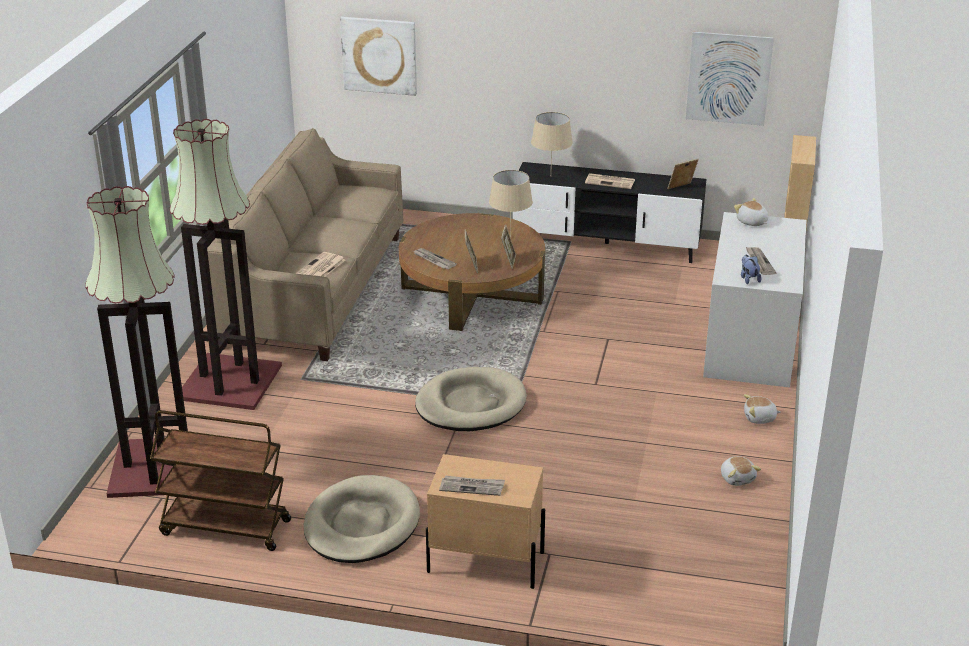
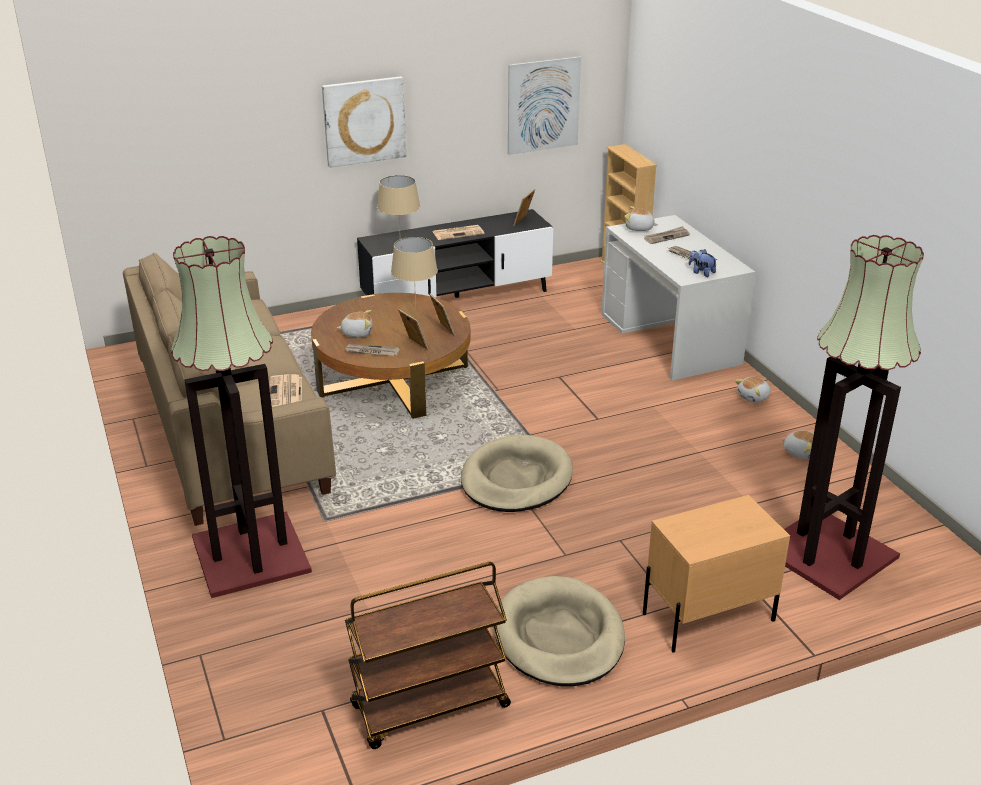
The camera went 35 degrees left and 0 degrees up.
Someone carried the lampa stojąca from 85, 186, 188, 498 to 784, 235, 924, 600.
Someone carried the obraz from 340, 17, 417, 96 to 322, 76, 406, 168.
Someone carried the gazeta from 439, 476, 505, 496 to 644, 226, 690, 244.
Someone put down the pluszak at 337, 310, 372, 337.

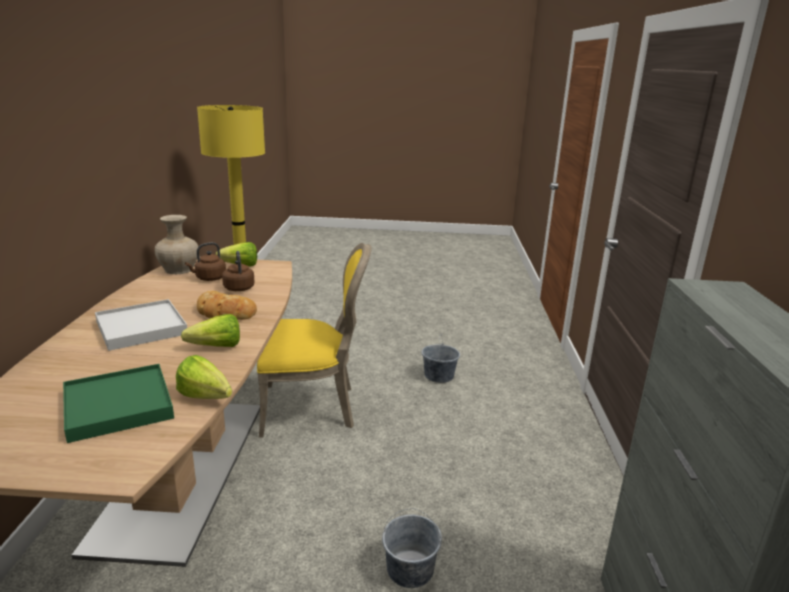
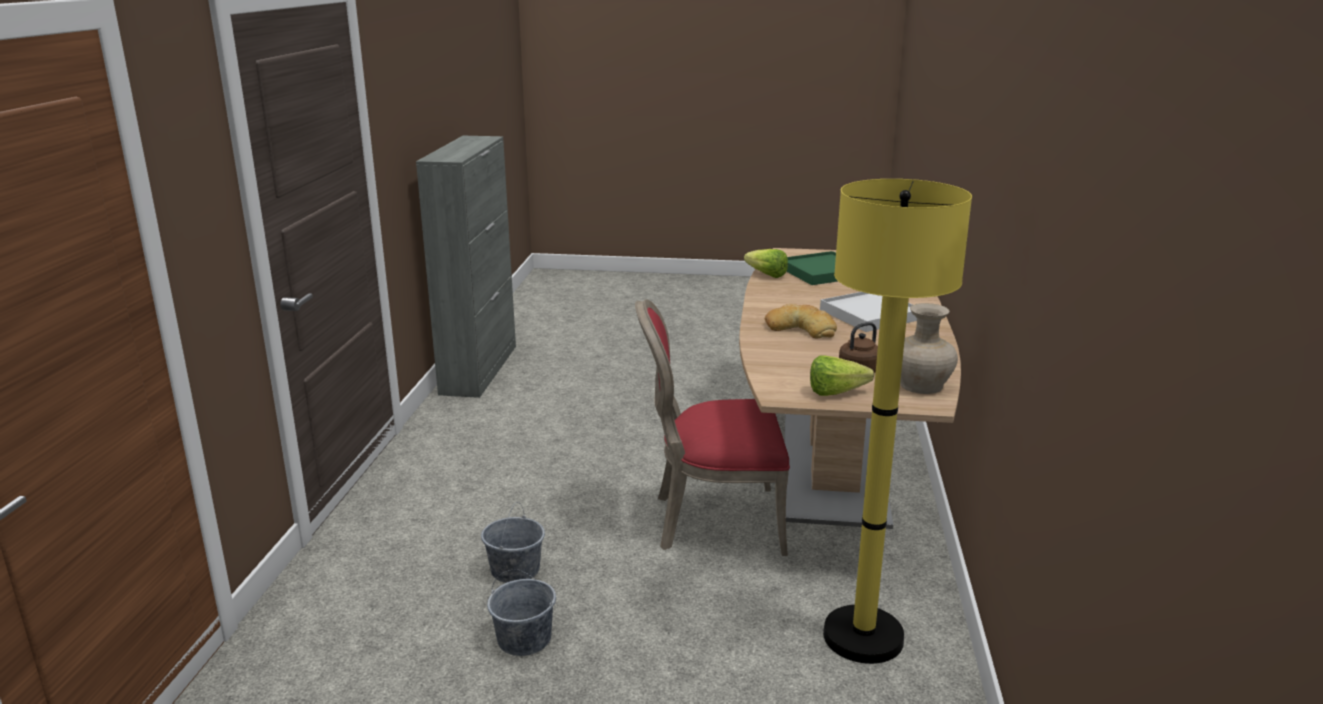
The camera went 175 degrees left and 0 degrees up.
Someone took away the sałata at 181, 314, 240, 347.
Someone took away the czajnik/brązowy at 222, 251, 255, 291.
Someone repainted the krzesło/żółty at 257, 243, 372, 438, which became the krzesło/czerwony at 635, 299, 790, 556.
Someone carried the wiadro/szary from 382, 508, 442, 588 to 487, 569, 556, 656.

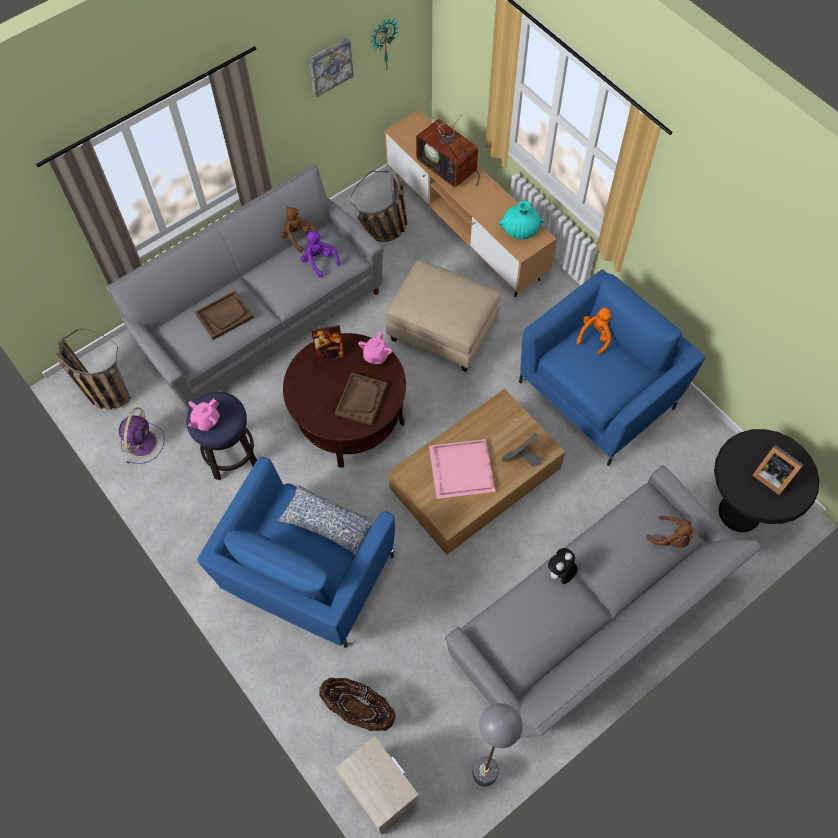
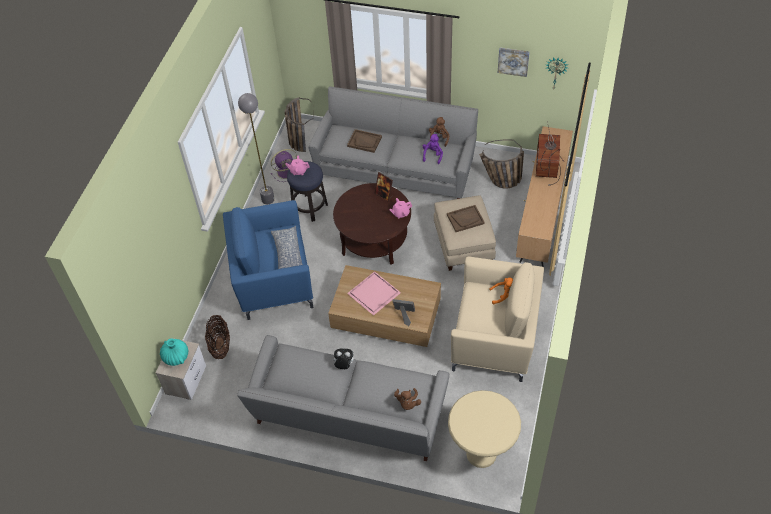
The camera went 55 degrees right and 10 degrees down.
Someone carried the taca/brązowy from 335, 373, 387, 425 to 447, 205, 485, 232.
Someone carried the lampa stojąca/szary from 473, 703, 523, 787 to 238, 93, 275, 204.
Someone carried the wazon/turkusowy from 499, 201, 544, 239 to 160, 338, 188, 366.
Someone repainted the fotel/niebieski at 519, 270, 705, 466, which became the fotel/beżowy at 451, 256, 544, 382.
Someone repainted the stolik/czarny at 714, 429, 819, 532, which became the stolik/beżowy at 448, 390, 521, 468.
Someone took away the ramka na zdjęcie at 752, 445, 803, 495.

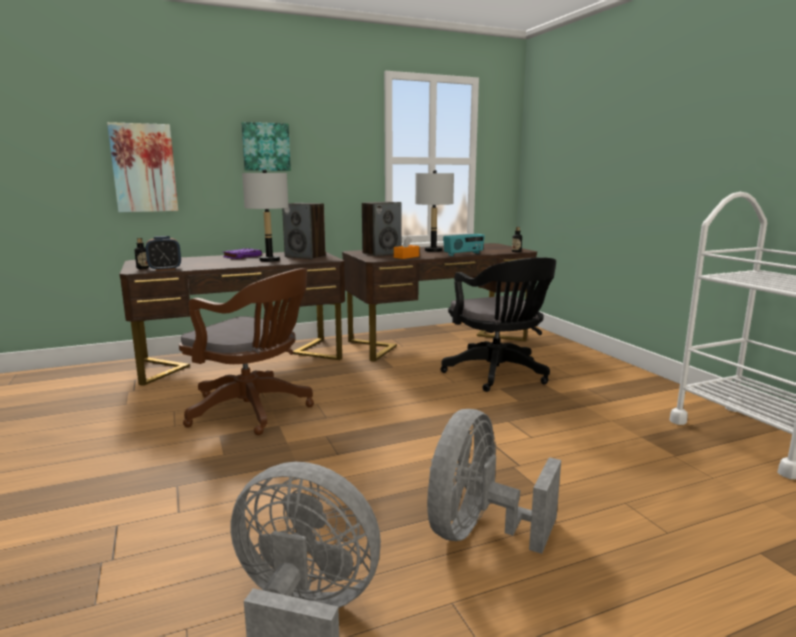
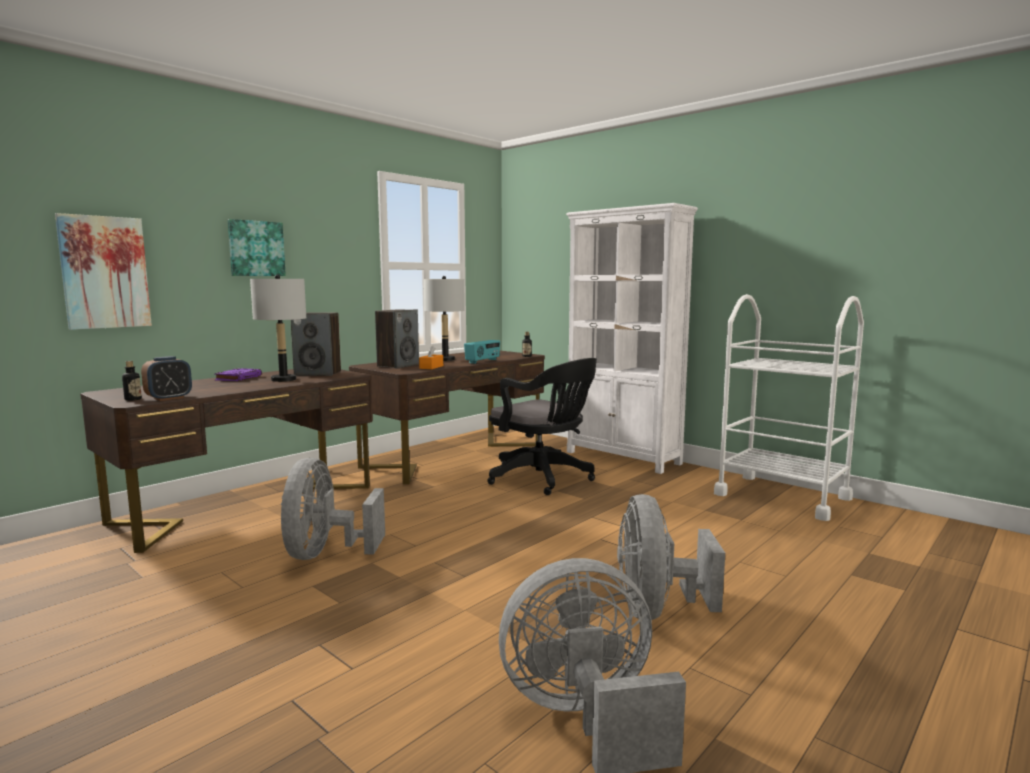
The camera went 25 degrees left and 5 degrees down.
Someone swapped the krzesło biurowe/brązowy at 179, 268, 314, 435 for the wentylator/szary at 281, 458, 385, 560.
Someone put down the regał/biały at 566, 203, 698, 474.

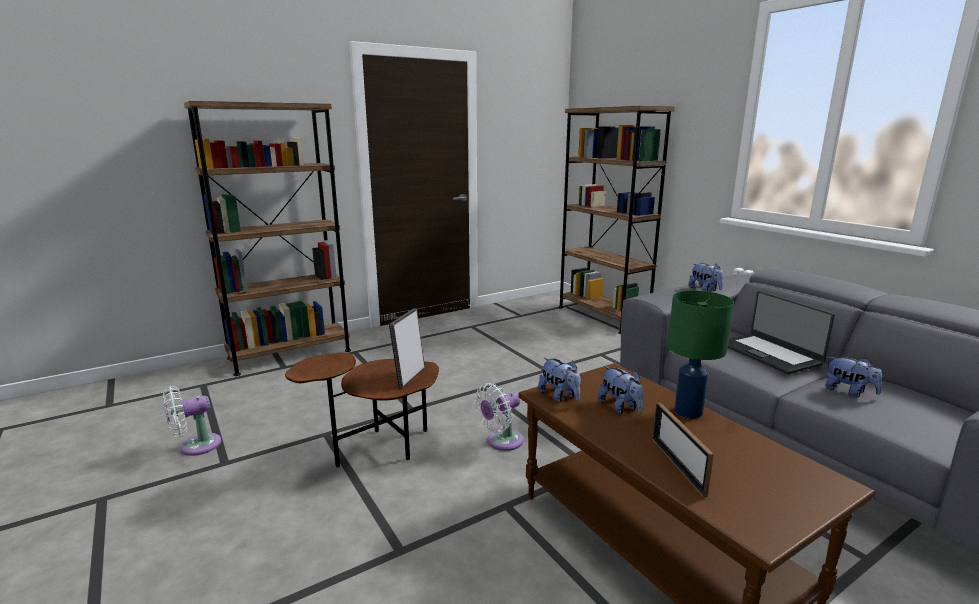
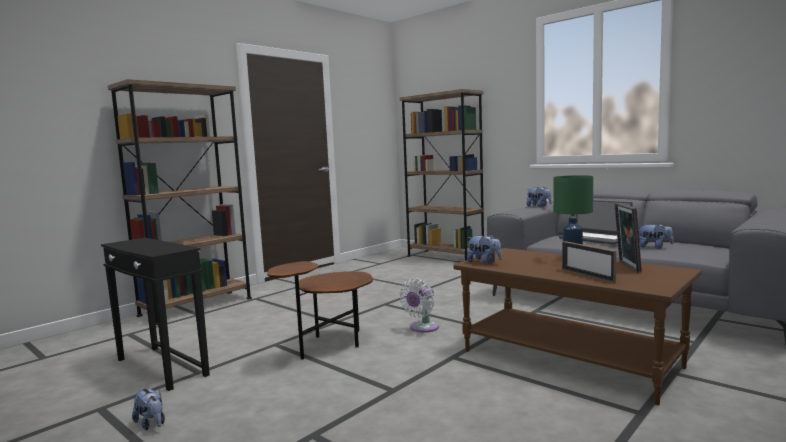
The camera went 15 degrees left and 10 degrees down.
Someone swapped the wentylator/biały at 163, 386, 221, 456 for the stolik/czarny at 101, 238, 210, 391.
Someone carried the ramka na zdjęcie from 389, 308, 425, 388 to 615, 203, 642, 273.
Someone carried the pluszak from 598, 366, 644, 414 to 132, 388, 165, 430.

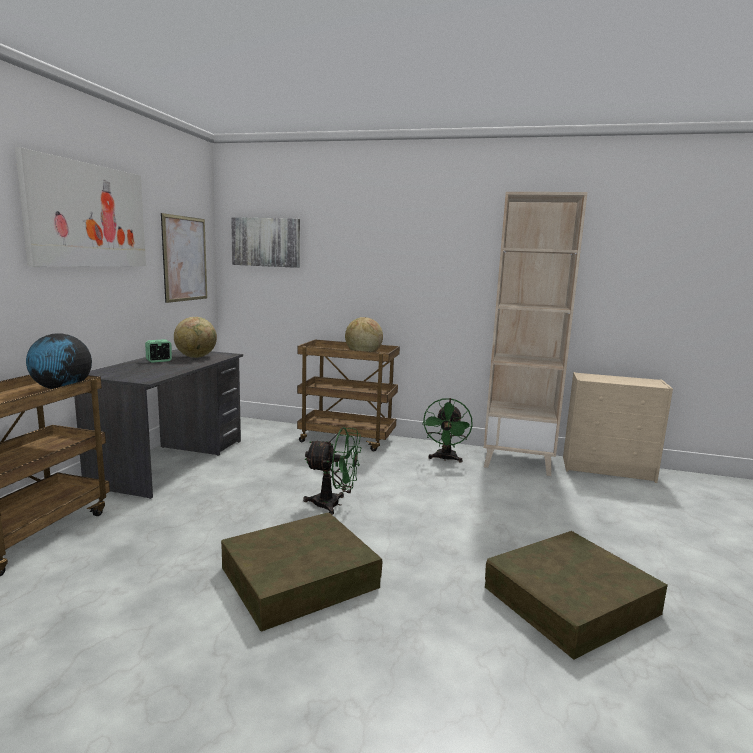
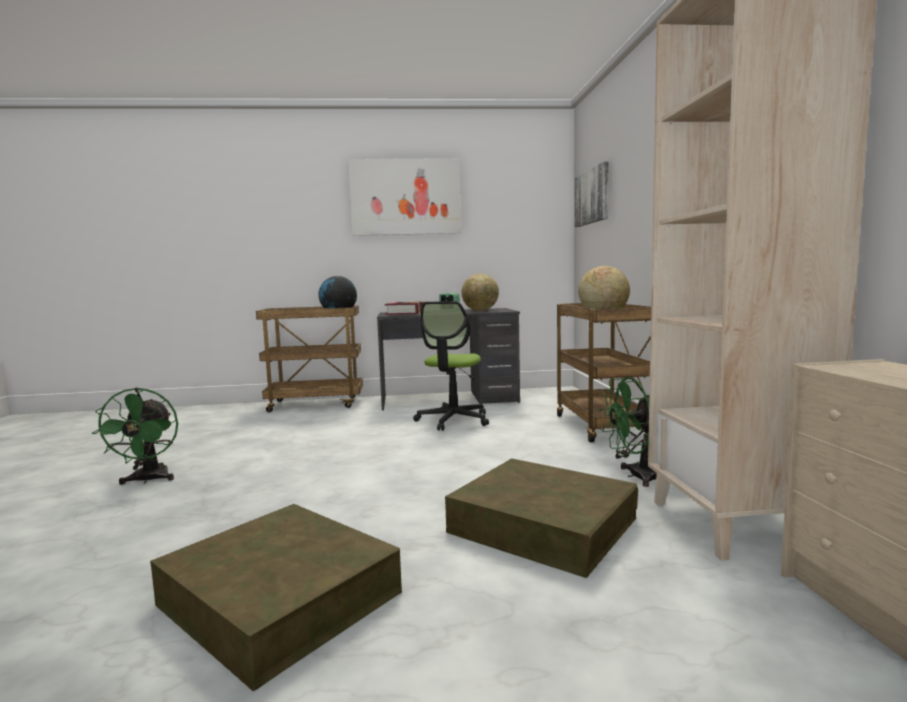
The camera went 70 degrees right and 5 degrees down.
Someone took away the obraz at 161, 213, 207, 303.
Someone carried the pojemnik do przechowywania/brązowy from 221, 512, 382, 632 to 445, 458, 638, 578.
Someone carried the wentylator/zielony from 303, 427, 361, 515 to 92, 388, 178, 485.
Someone put down the książka at 385, 301, 424, 315.
Someone put down the krzesło biurowe at 413, 301, 489, 431.

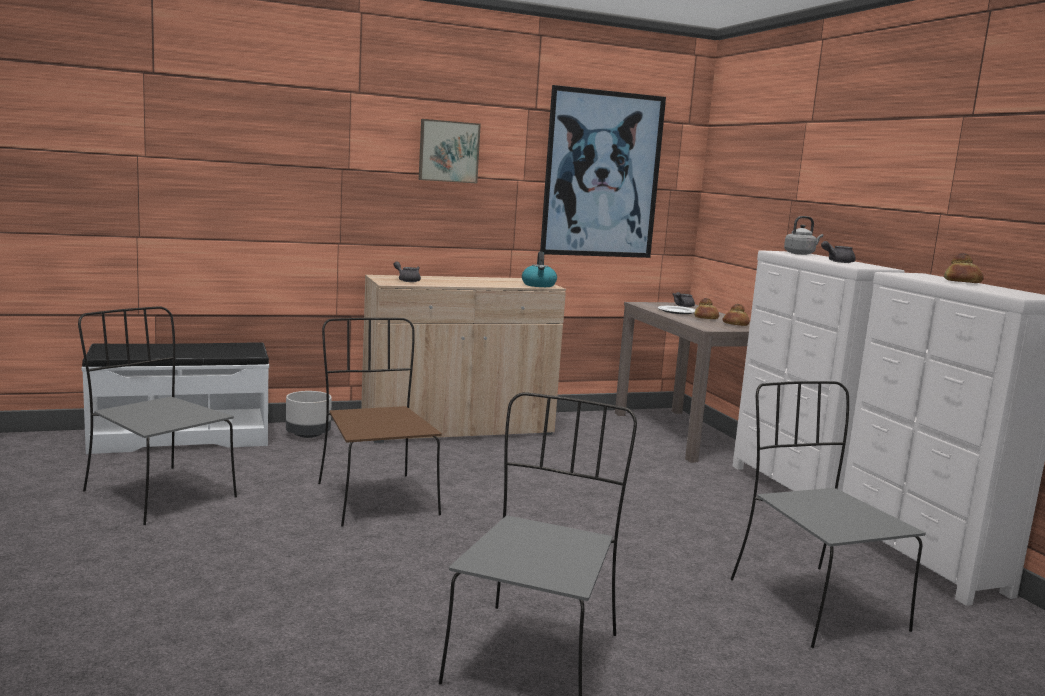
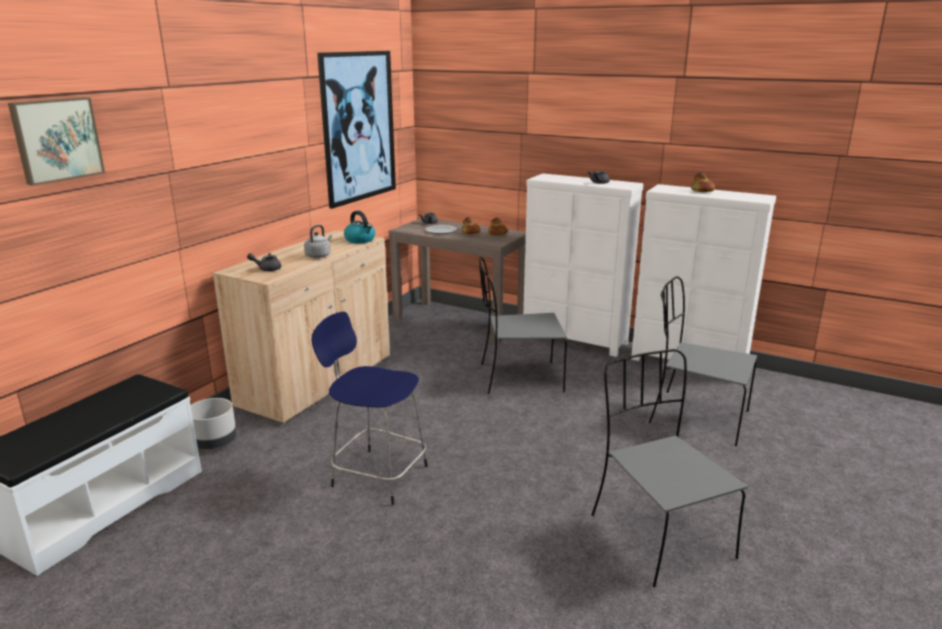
The camera went 40 degrees left and 10 degrees up.
Someone carried the krzesło/szary from 78, 306, 237, 525 to 479, 257, 567, 394.
Someone swapped the krzesło/brązowy at 318, 318, 442, 527 for the stołek/niebieski at 311, 312, 428, 505.
Someone carried the obraz from 419, 119, 481, 183 to 8, 97, 105, 186.
Someone carried the czajnik/szary from 784, 216, 823, 255 to 304, 225, 332, 258.

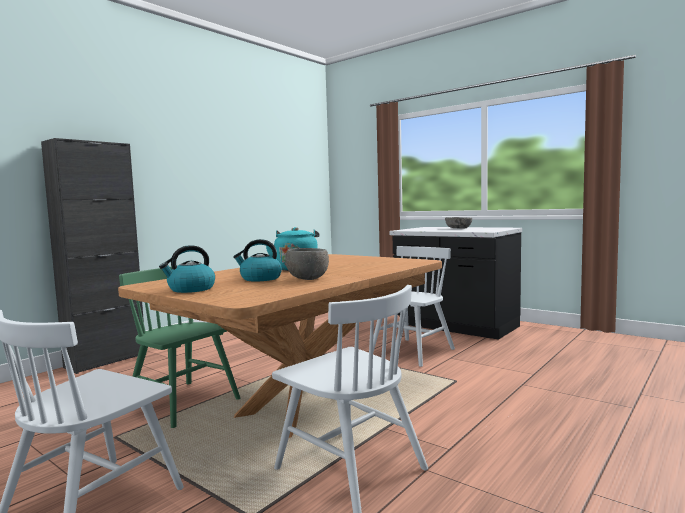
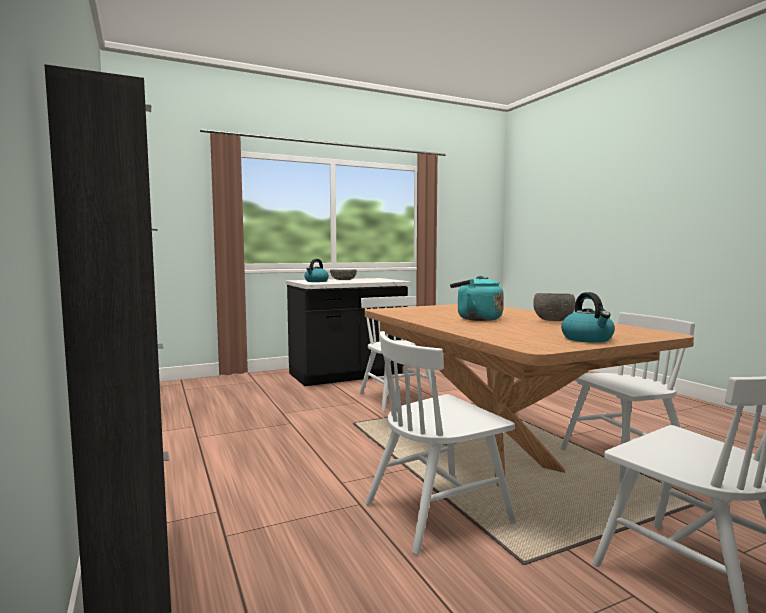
The camera went 65 degrees left and 0 degrees up.
Someone repainted the krzesło/zielony at 119, 267, 241, 428, which became the krzesło/biały at 365, 331, 516, 555.
Someone carried the czajnik from 233, 239, 282, 281 to 305, 259, 329, 282.

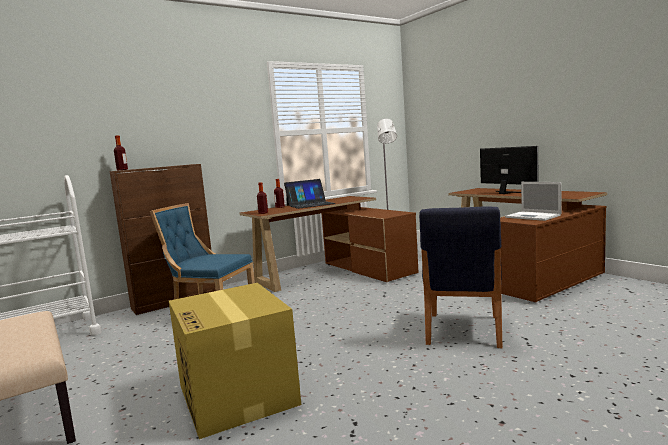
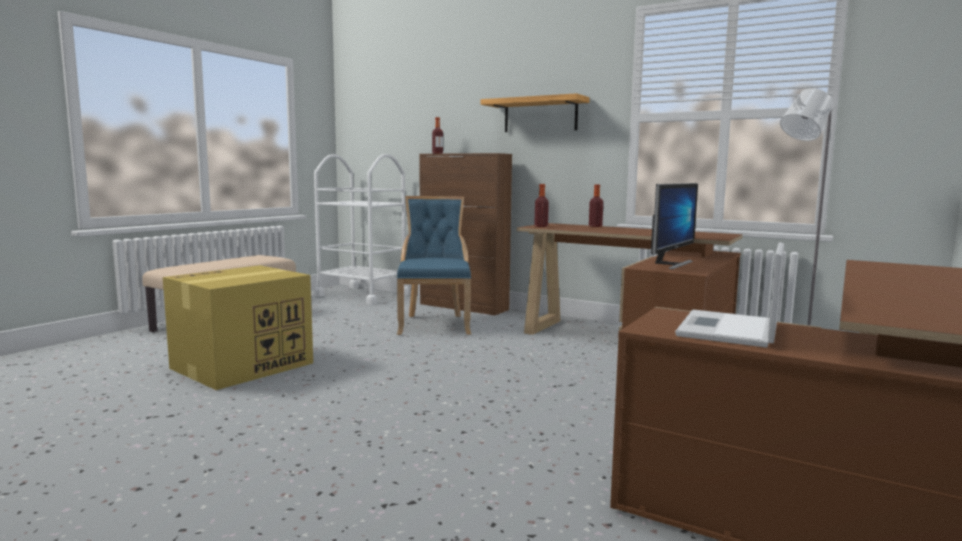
The camera went 65 degrees right and 0 degrees up.
Someone took away the laptop at 284, 179, 336, 209.
Someone took away the krzesło/niebieski at 419, 206, 502, 348.
Someone carried the monitor from 480, 146, 538, 194 to 651, 183, 698, 269.
Someone put up the półka at 480, 93, 590, 132.

